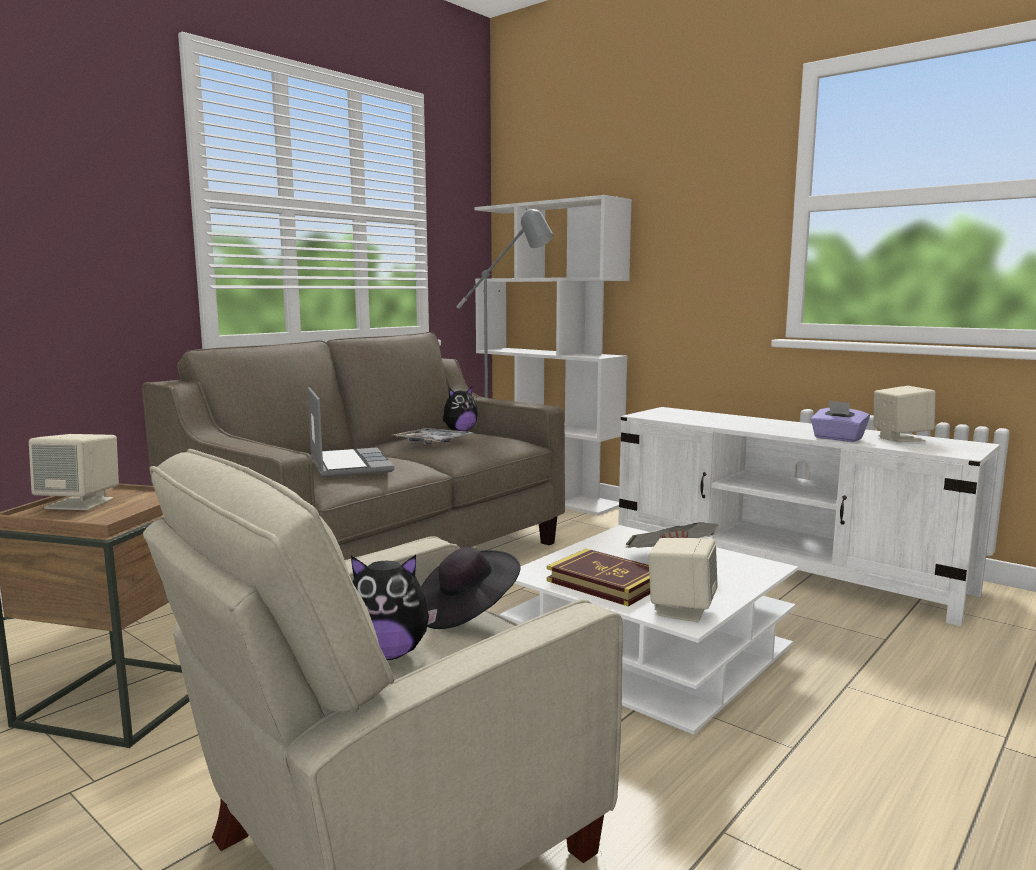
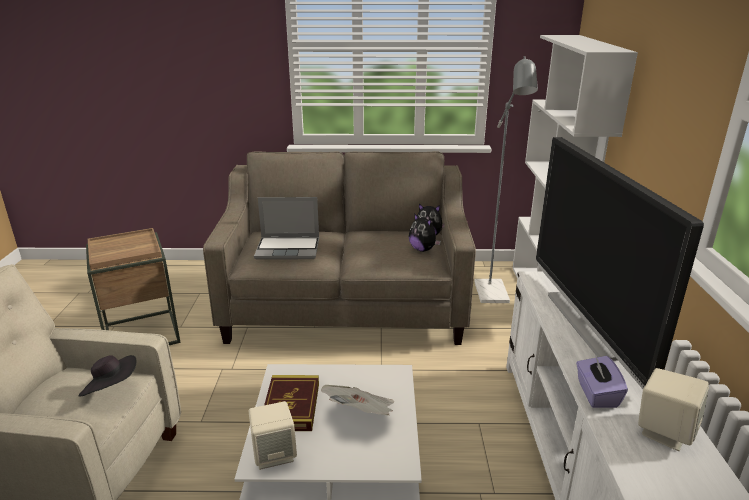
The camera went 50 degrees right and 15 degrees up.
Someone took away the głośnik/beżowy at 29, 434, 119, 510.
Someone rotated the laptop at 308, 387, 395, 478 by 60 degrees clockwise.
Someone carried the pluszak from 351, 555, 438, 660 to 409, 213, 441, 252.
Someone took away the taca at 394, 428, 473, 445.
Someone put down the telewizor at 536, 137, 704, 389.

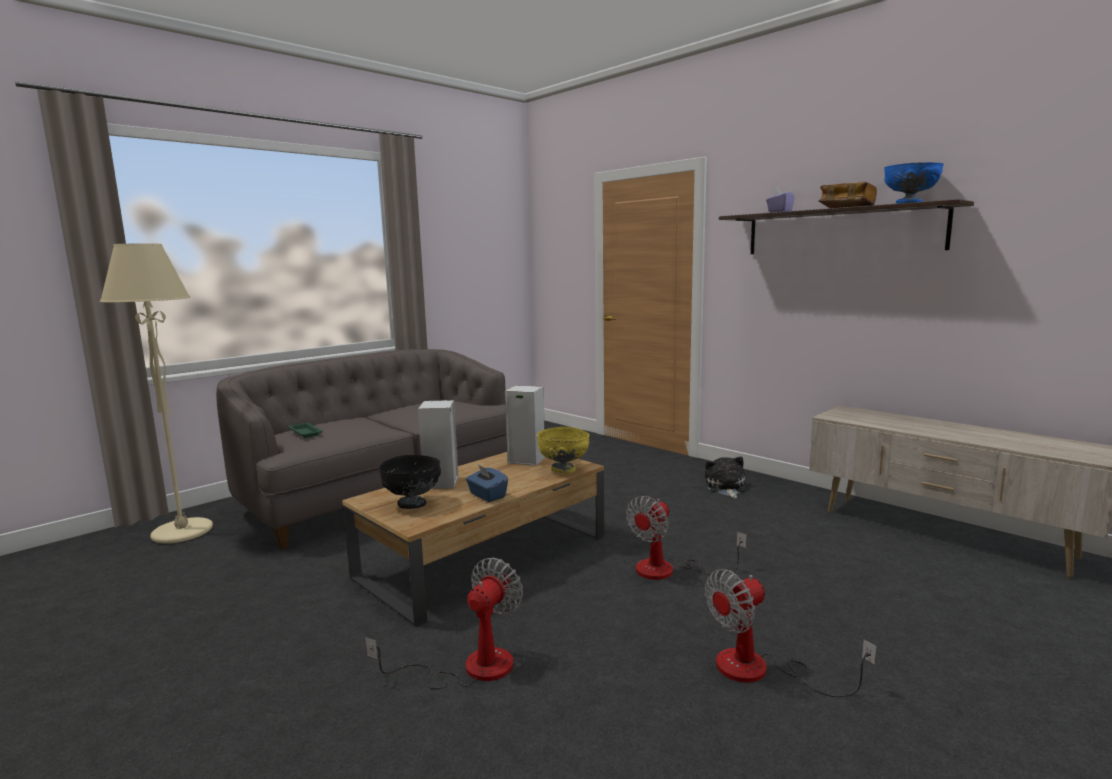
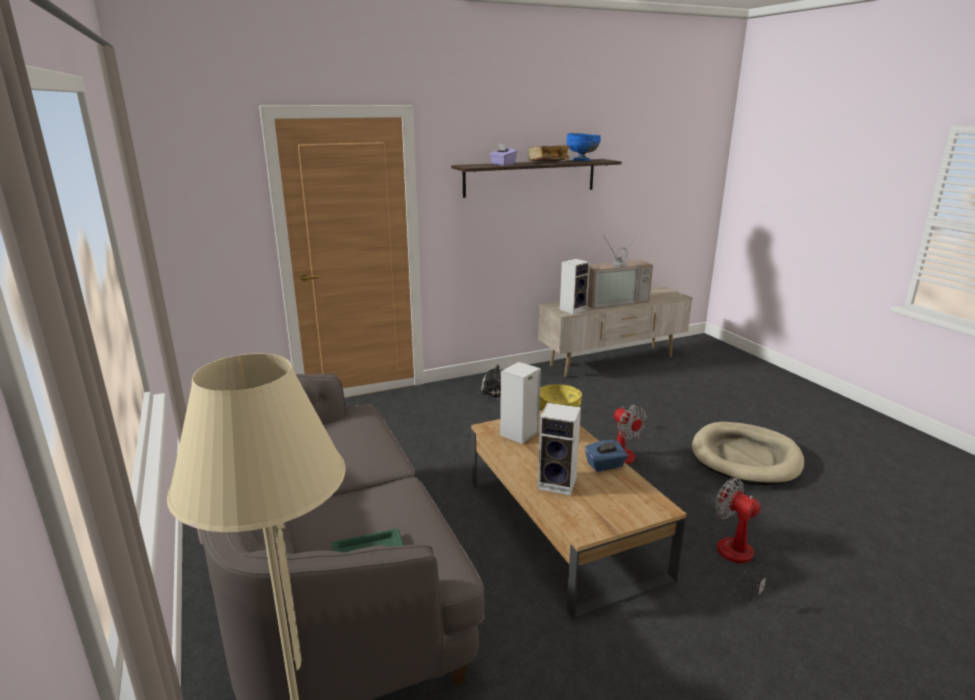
The camera went 70 degrees left and 10 degrees up.
Someone took away the miska/czarny at 379, 455, 441, 509.
Someone swapped the wentylator at 705, 569, 877, 697 for the legowisko/beżowy at 692, 422, 804, 486.
Someone put down the głośnik at 560, 259, 590, 314.
Someone put down the telewizor at 587, 230, 653, 309.

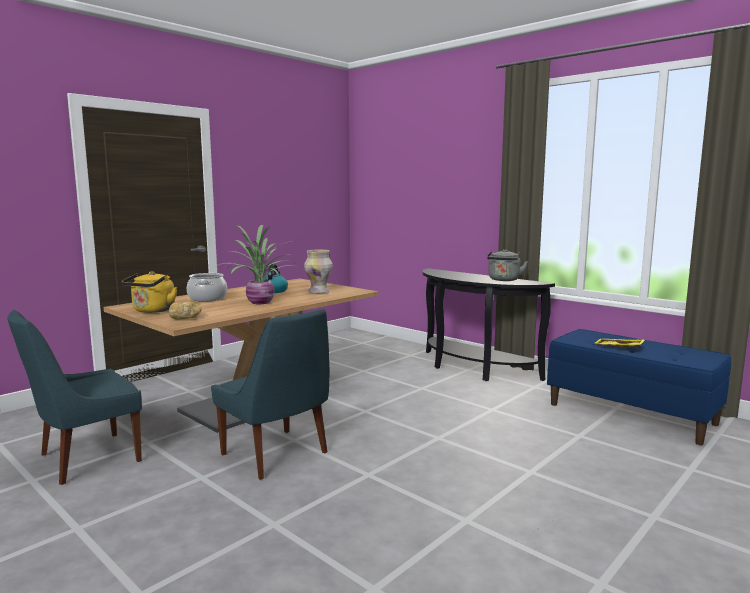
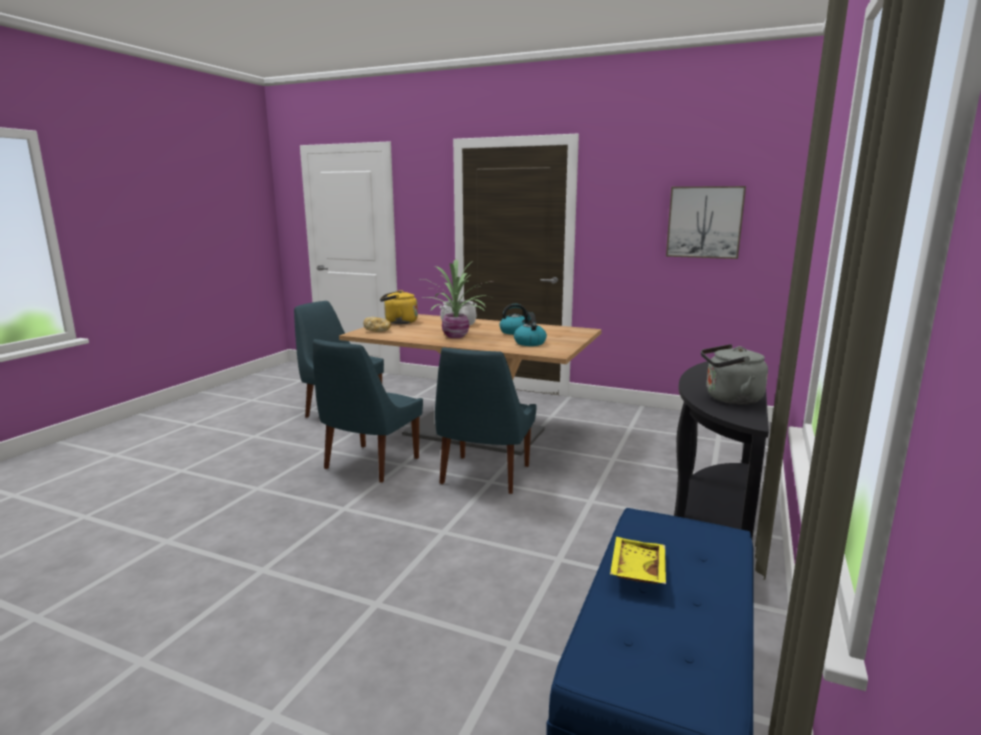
The camera went 70 degrees right and 5 degrees up.
Someone swapped the wazon at 304, 250, 333, 293 for the czajnik at 514, 312, 547, 346.
Someone put down the krzesło/niebieski at 435, 347, 537, 494.
Someone put up the obraz at 666, 186, 746, 259.

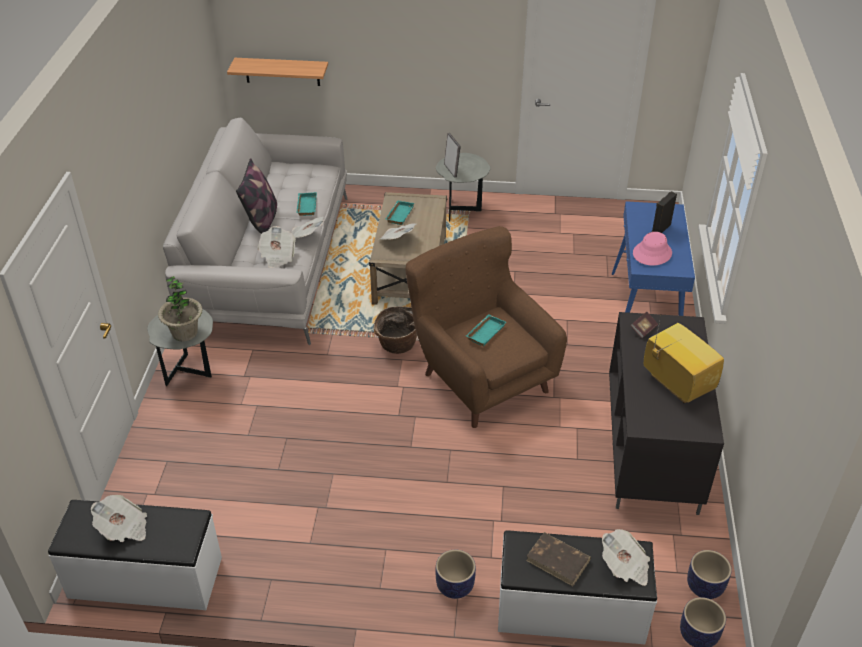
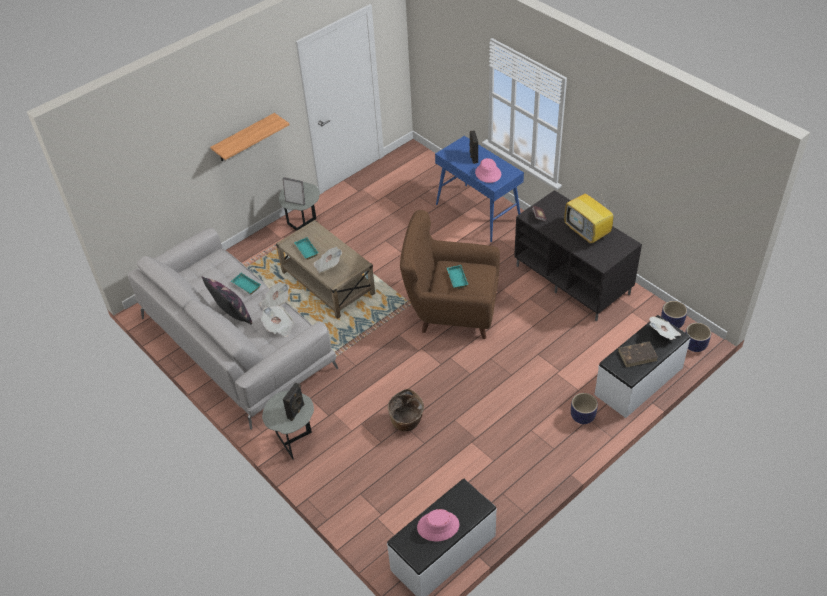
The camera went 45 degrees left and 5 degrees up.
Someone swapped the gazeta at 91, 495, 147, 542 for the kapelusz/różowy at 417, 509, 459, 541.
Someone swapped the roślina doniczkowa at 158, 276, 203, 341 for the głośnik/czarny at 283, 383, 304, 421.
Someone carried the półka from 227, 58, 328, 86 to 210, 113, 290, 161.
Someone carried the koszyk from 374, 306, 417, 354 to 388, 389, 424, 431.
Someone rotated the telewizor at 644, 322, 724, 403 by 135 degrees counterclockwise.

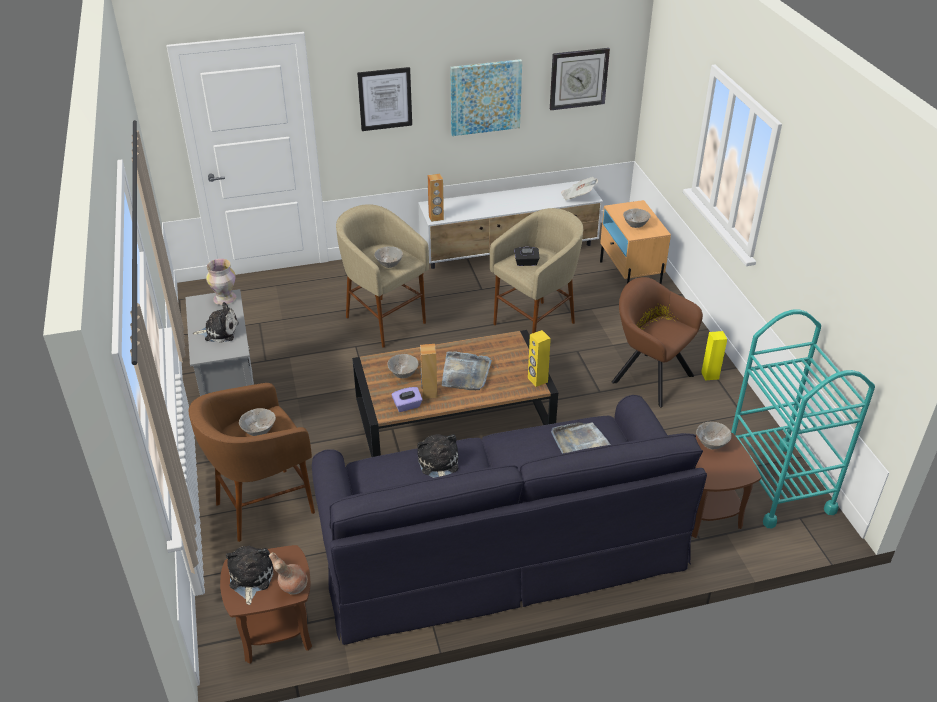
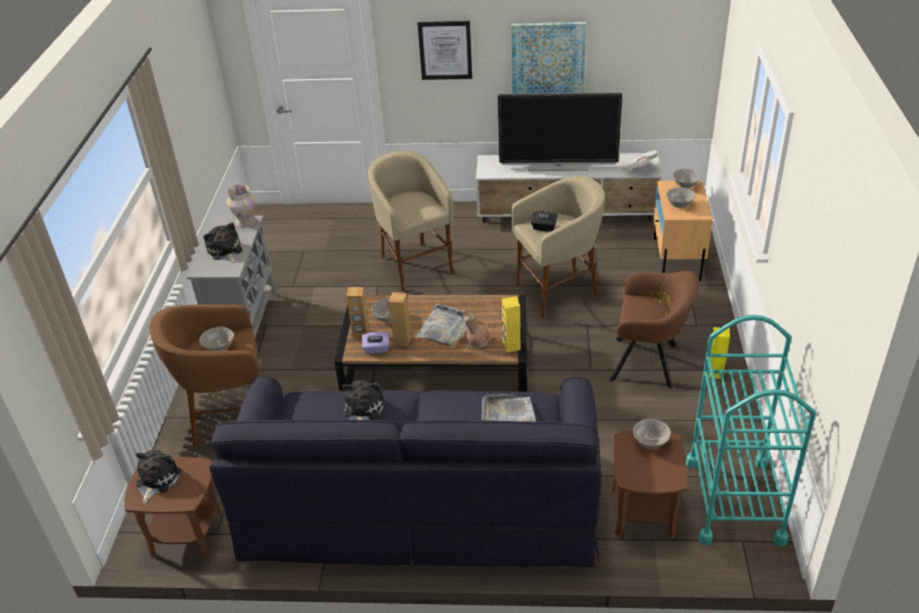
The camera went 20 degrees right and 0 degrees up.
Someone rotated the pluszak at 193, 302, 239, 343 by 135 degrees counterclockwise.
Someone carried the wazon/brązowy from 269, 552, 308, 595 to 462, 309, 489, 348.
Someone carried the miska/szary from 374, 246, 403, 268 to 673, 169, 701, 189.
Someone carried the głośnik/brązowy from 428, 174, 444, 222 to 346, 287, 370, 339.
Someone took away the zegar ścienny at 550, 48, 610, 110.
Someone rotated the fotel/brązowy at 612, 277, 703, 408 by 135 degrees clockwise.
Someone put down the telewizor at 498, 93, 623, 171.

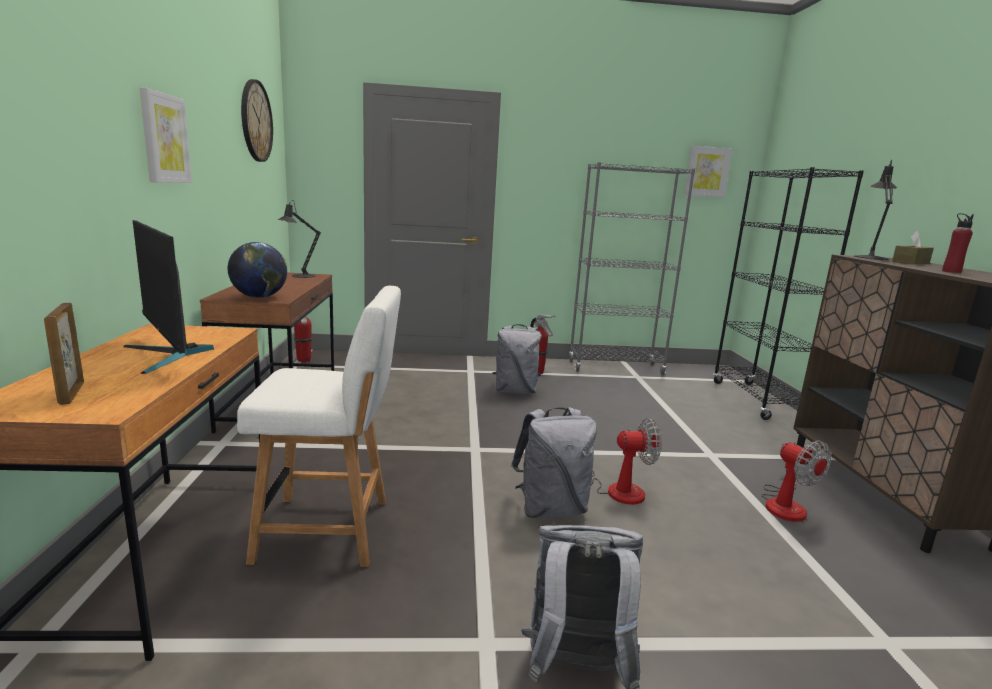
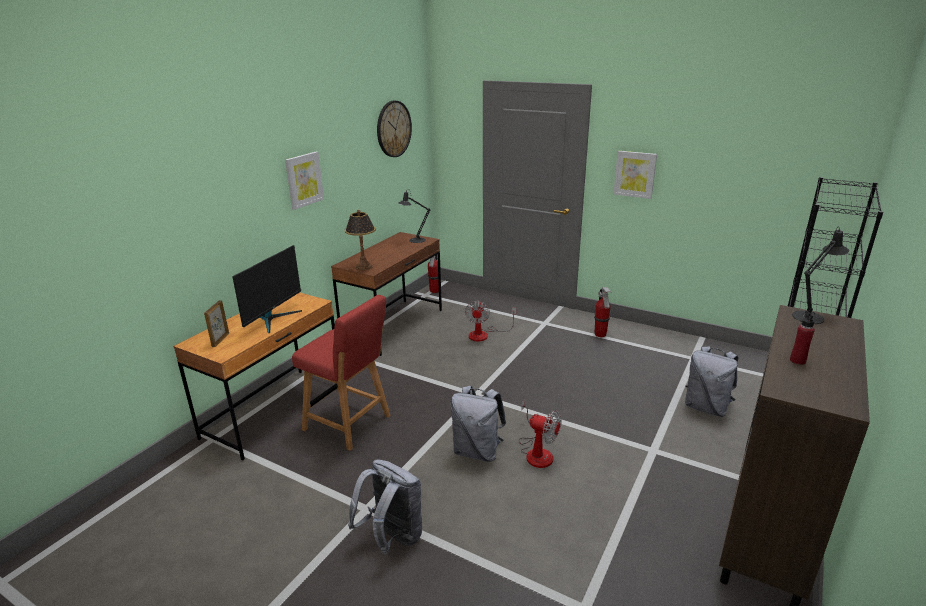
The camera went 35 degrees right and 10 degrees up.
Someone rotated the monitor at 124, 220, 214, 374 by 150 degrees counterclockwise.
Someone swapped the globus at 228, 242, 287, 298 for the lampa stołowa at 345, 210, 376, 270.
Someone repainted the krzesło/biały at 237, 286, 401, 567, which became the krzesło/czerwony at 292, 295, 391, 451.
Someone carried the plecak/szary from 492, 324, 541, 394 to 685, 346, 738, 417.
Someone took away the regał/szary at 568, 162, 695, 375.
Someone carried the obraz from 684, 146, 732, 197 to 614, 151, 657, 199.
Someone carried the wentylator from 761, 440, 832, 522 to 465, 301, 516, 342.
Someone took away the pudełko chusteczek/brązowy at 892, 231, 934, 264.

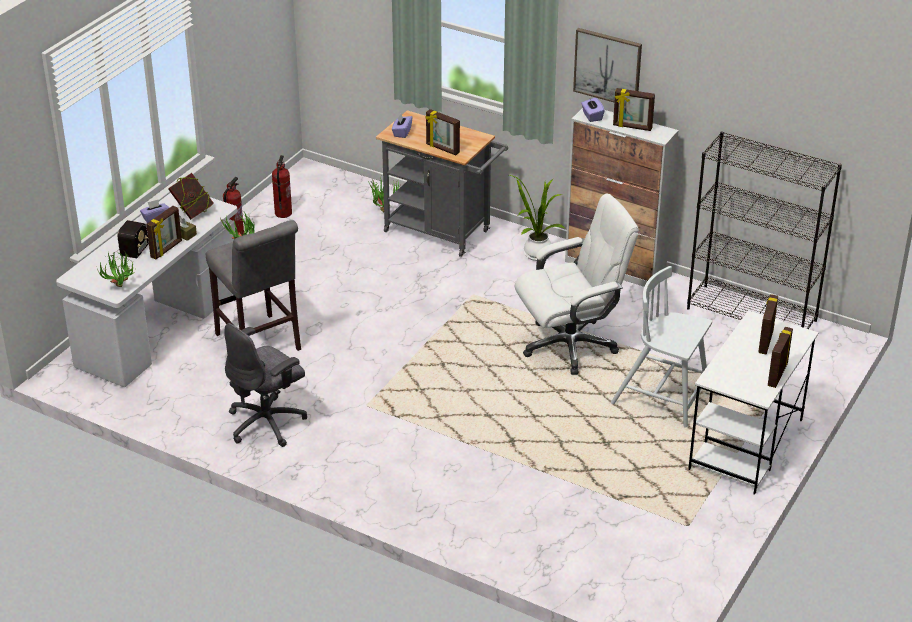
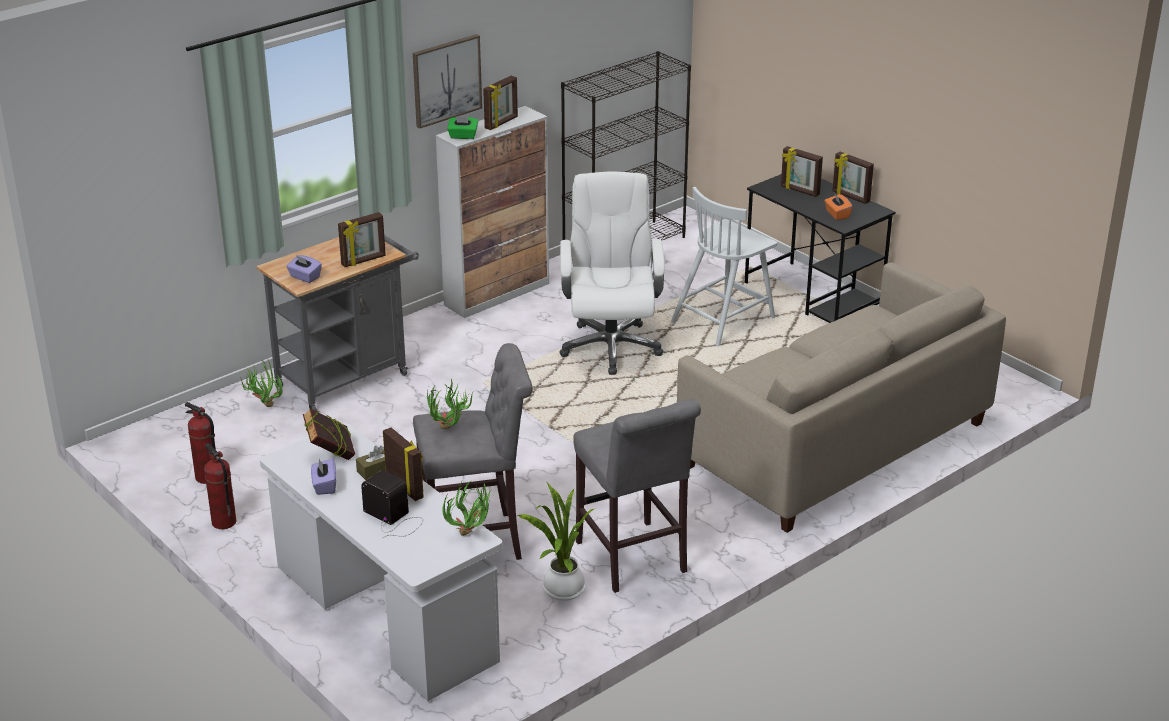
The camera went 70 degrees left and 5 degrees down.
Someone swapped the krzesło biurowe/szary at 225, 323, 307, 447 for the stołek/szary at 573, 399, 701, 593.
Someone carried the roślina doniczkowa from 510, 175, 565, 261 to 517, 483, 594, 601.
Someone repainted the pudełko chusteczek/fioletowy at 581, 97, 605, 122, which became the pudełko chusteczek/zielony at 447, 116, 478, 139.
Someone repainted the biurko/biały at 688, 310, 819, 495, which became the biurko/czarny at 745, 174, 895, 323.
Someone put down the kanapa/beżowy at 677, 262, 1006, 533.
Someone put down the pudełko chusteczek/pomarańczowy at 824, 193, 852, 220.

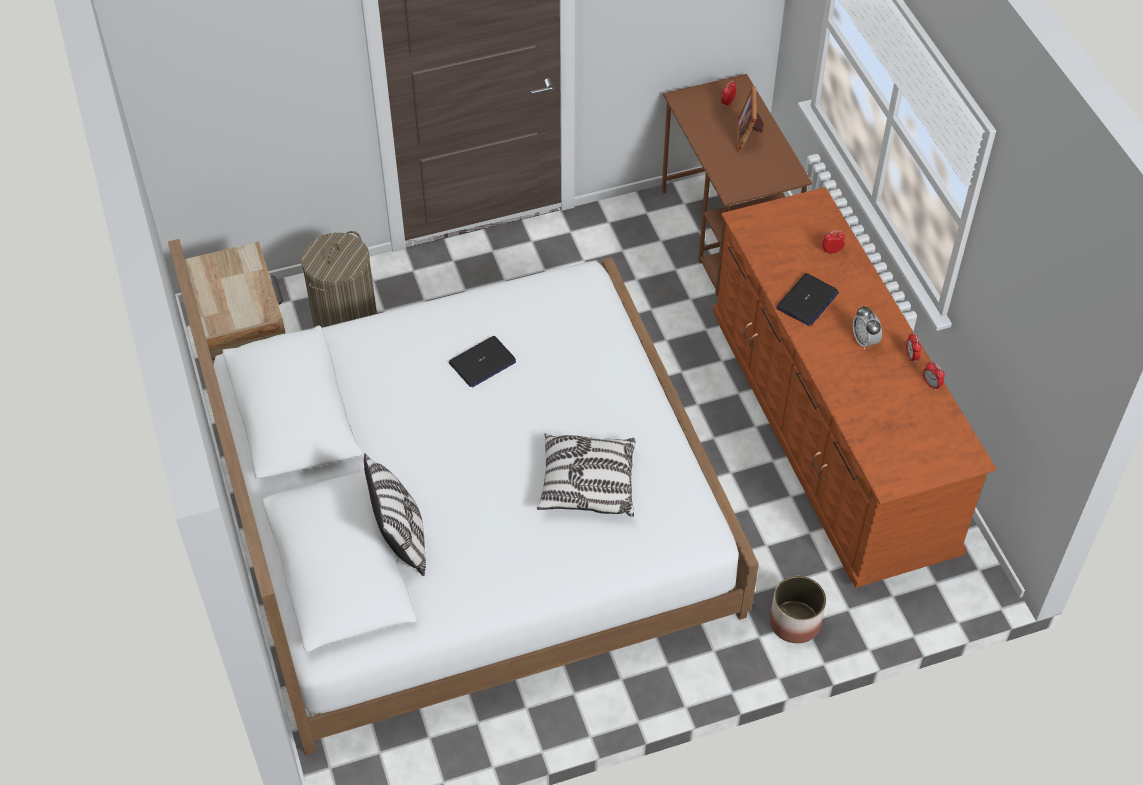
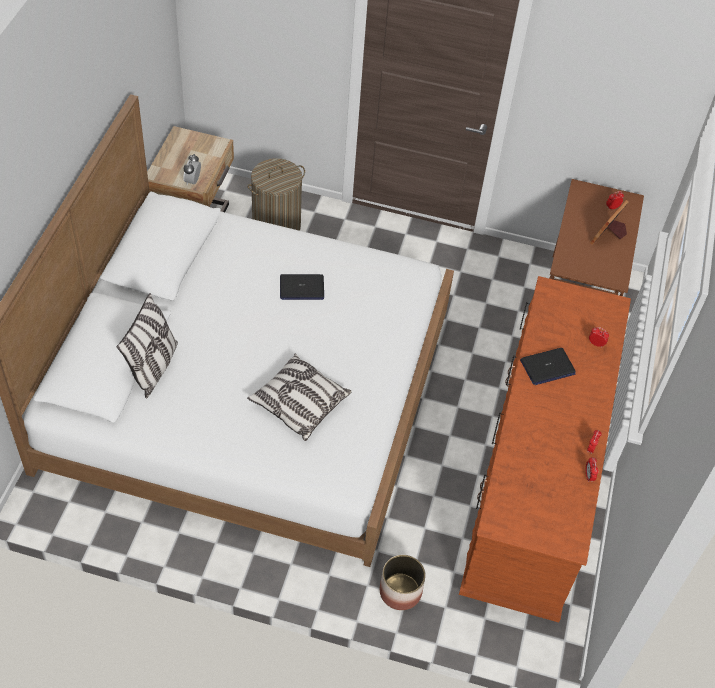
The camera went 30 degrees right and 0 degrees up.
Someone carried the budzik from 853, 305, 882, 350 to 183, 154, 201, 185.

